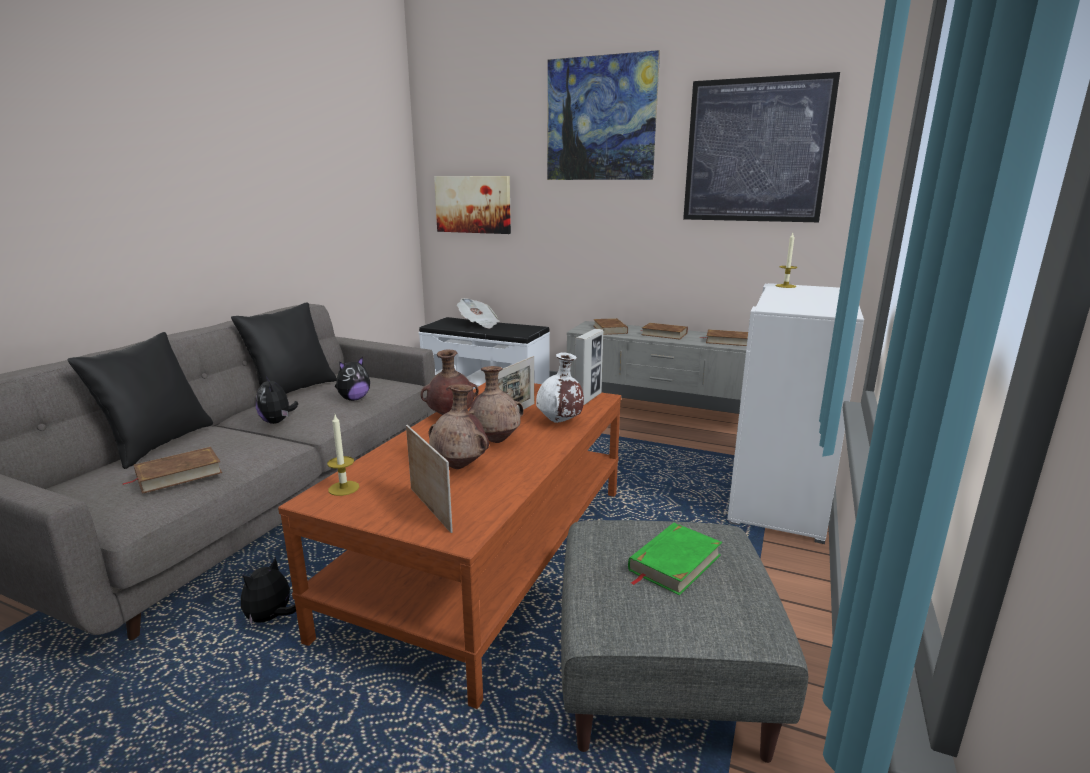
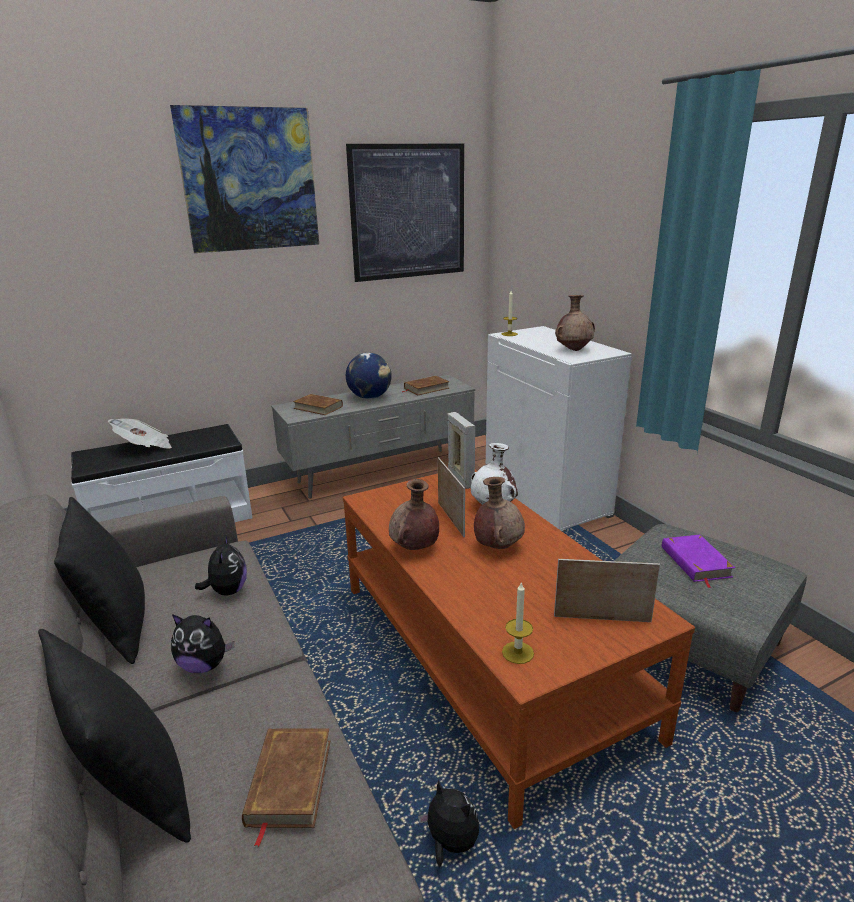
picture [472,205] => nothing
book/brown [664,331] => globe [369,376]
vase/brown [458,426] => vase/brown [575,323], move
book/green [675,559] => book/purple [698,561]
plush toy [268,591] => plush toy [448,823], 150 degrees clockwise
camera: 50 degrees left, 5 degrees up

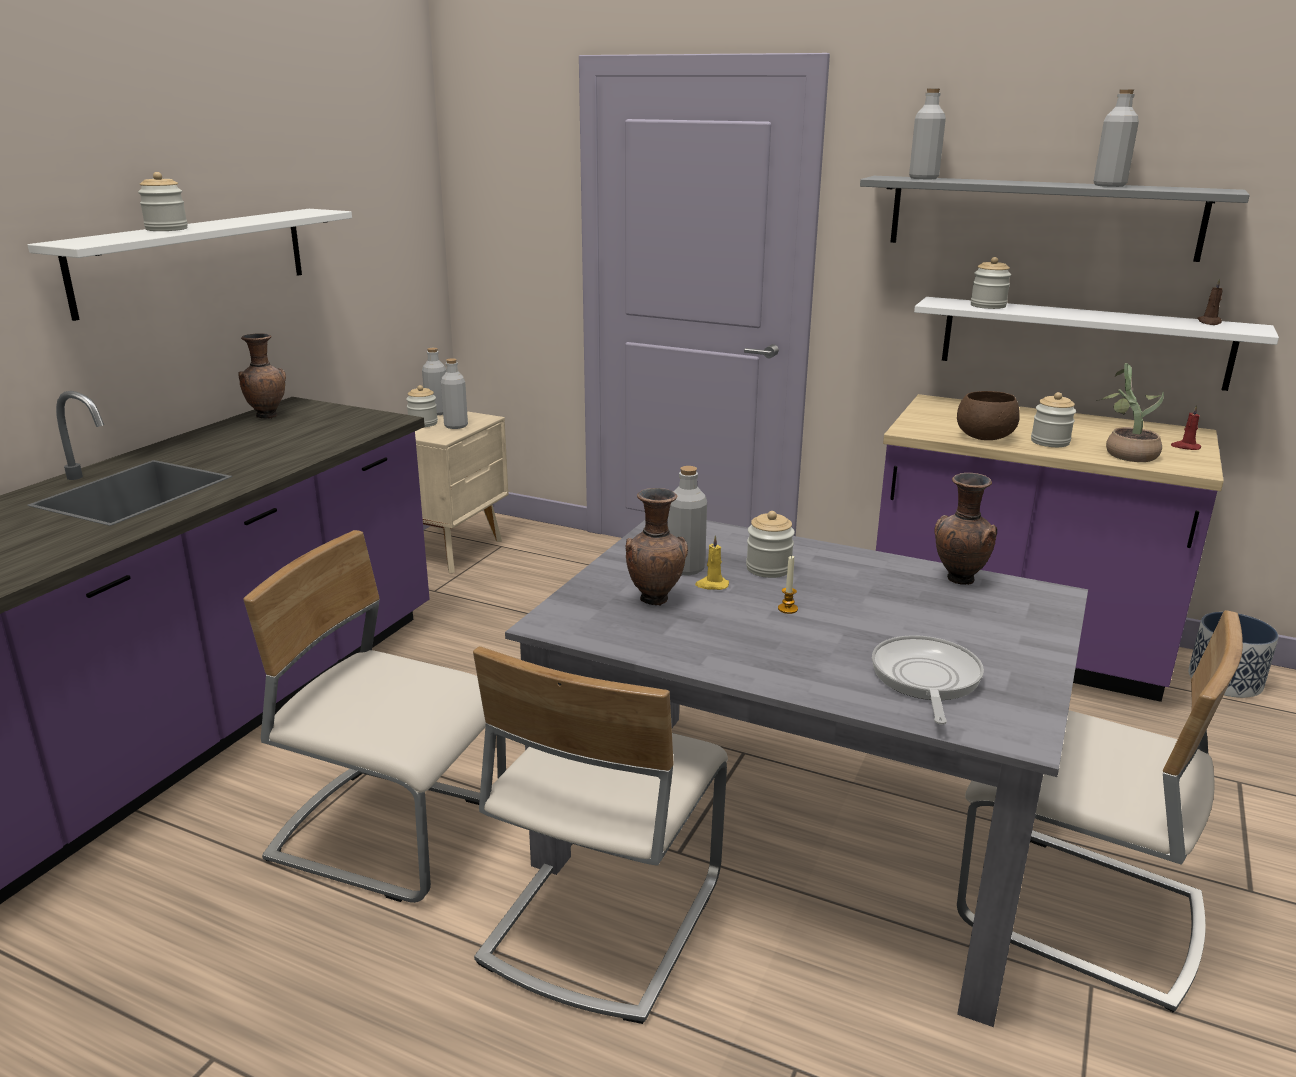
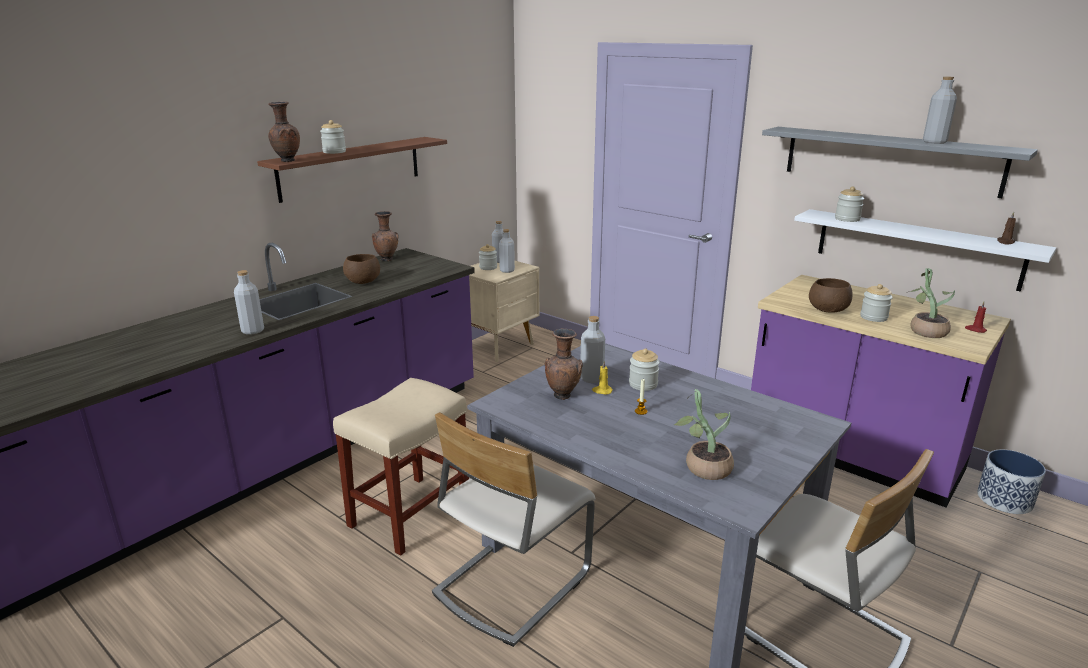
bottle/grey [927,134] => bottle/grey [249,302], move
shelf/white [190,265] => shelf/brown [352,170]
vase/brown [965,529] => vase/brown [284,132], move
chair/beige [374,716] => stool/beige [401,467]
frying pan [928,679] => potted plant [704,434]
nothing => bowl/brown [361,269]
camera: 15 degrees right, 0 degrees up

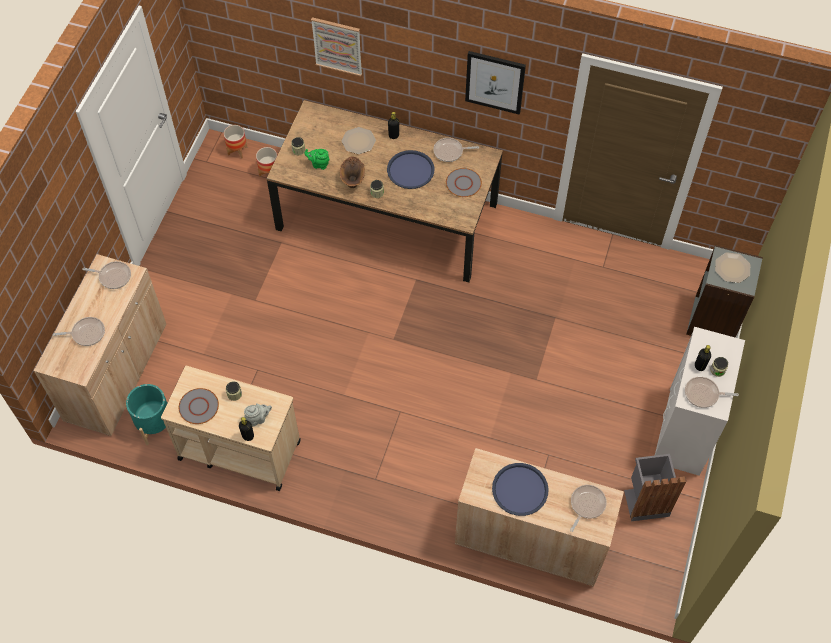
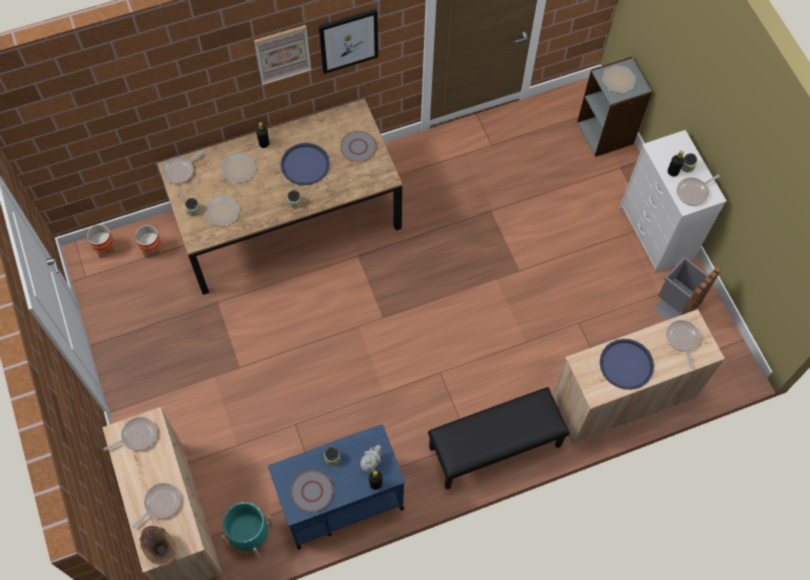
picture [336,46] => picture [283,55], move
frying pan [456,150] => frying pan [183,167], move
teapot/green [317,159] => plate [222,211]
vase/brown [352,172] => vase/brown [158,546], move
cart/beige [231,428] => cart/blue [336,487]
nothing => bench/black [499,438]
camera: 40 degrees left, 5 degrees up

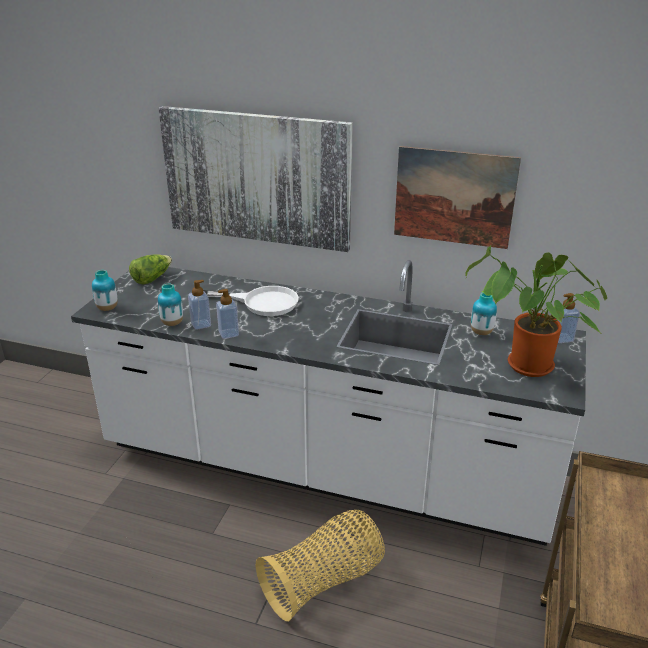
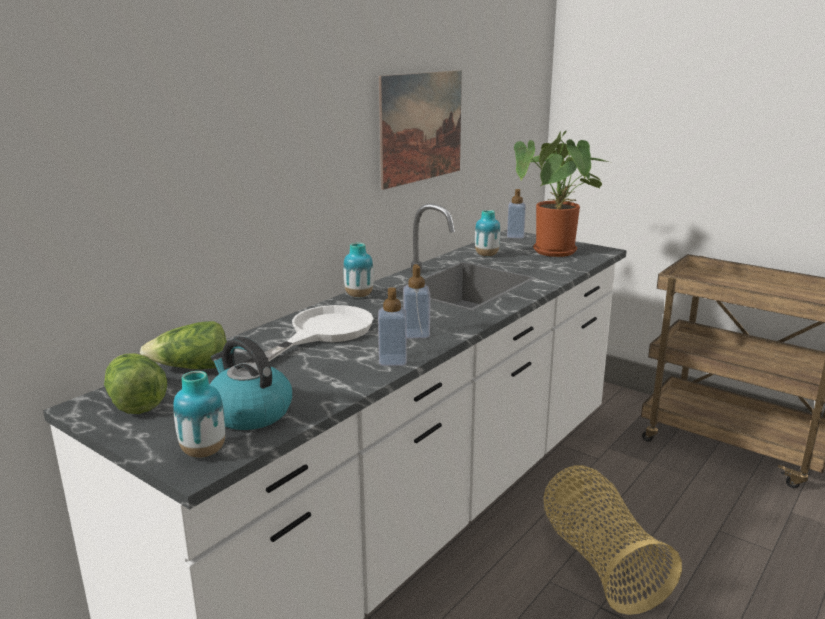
picture [255,179] => nothing
soap dispenser [199,305] => soap dispenser [416,301], move
vase [170,305] => vase [358,270], move
nothing => lettuce [183,345]
nothing => kettle [251,383]
camera: 70 degrees left, 10 degrees down

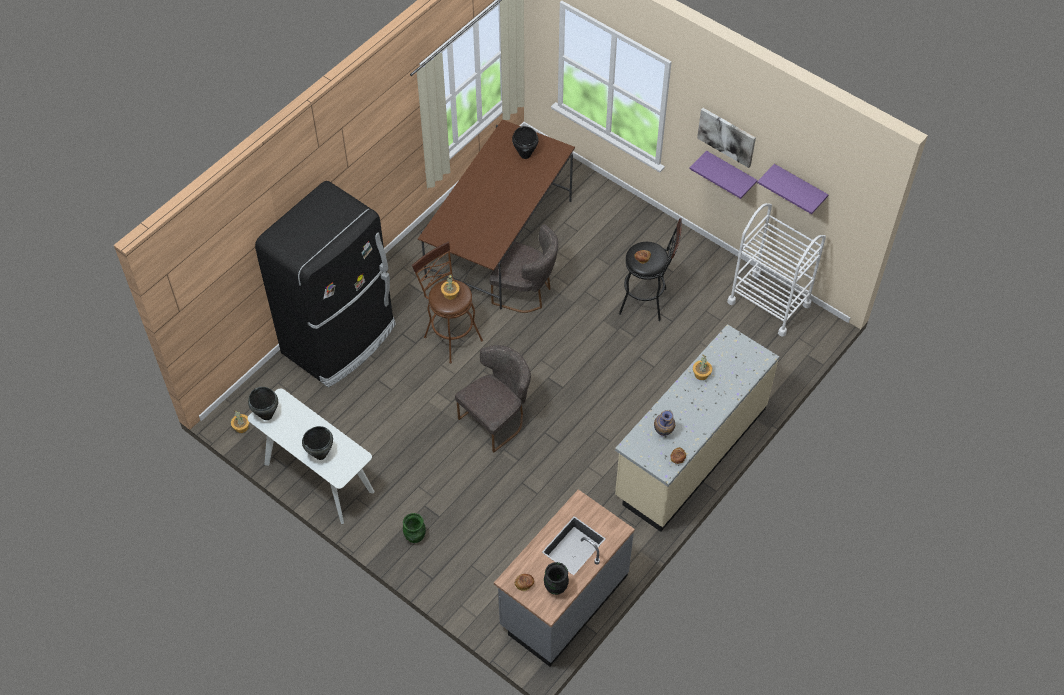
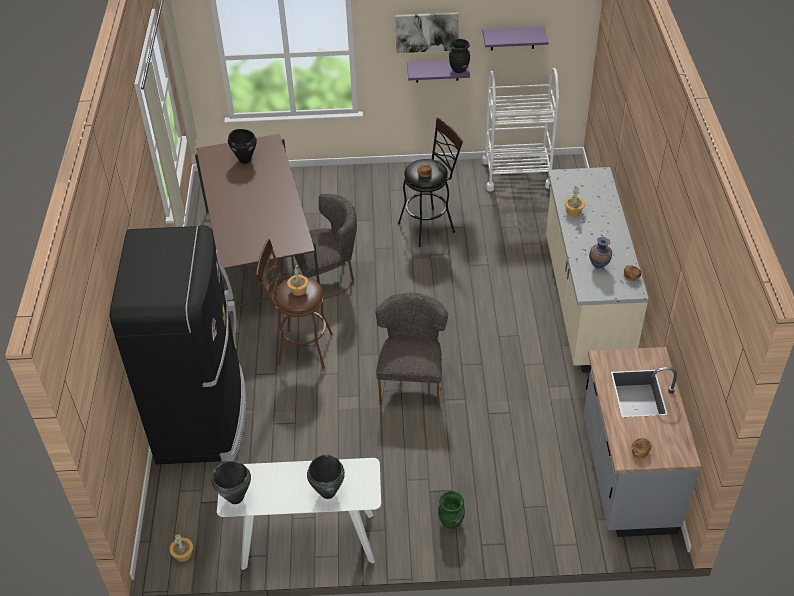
vase/black [556,578] => vase/black [459,56], move
camera: 40 degrees left, 10 degrees down

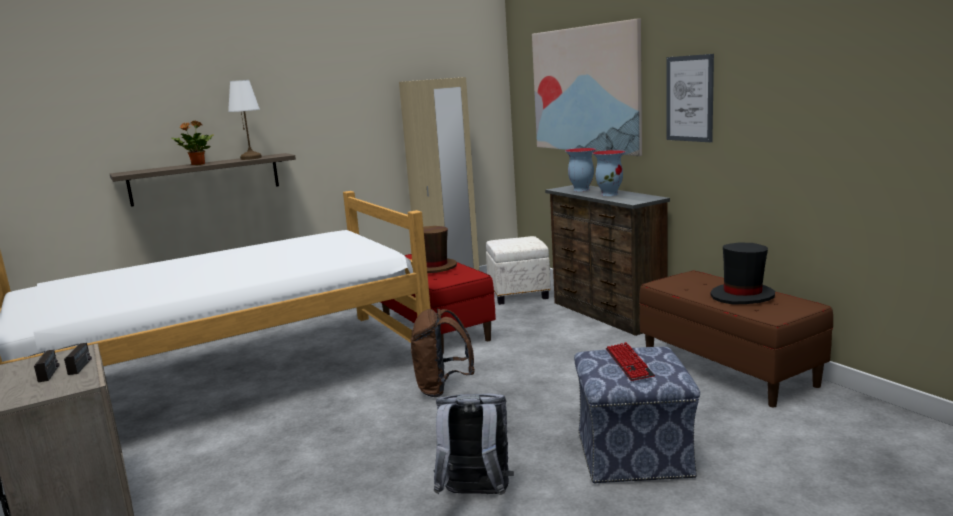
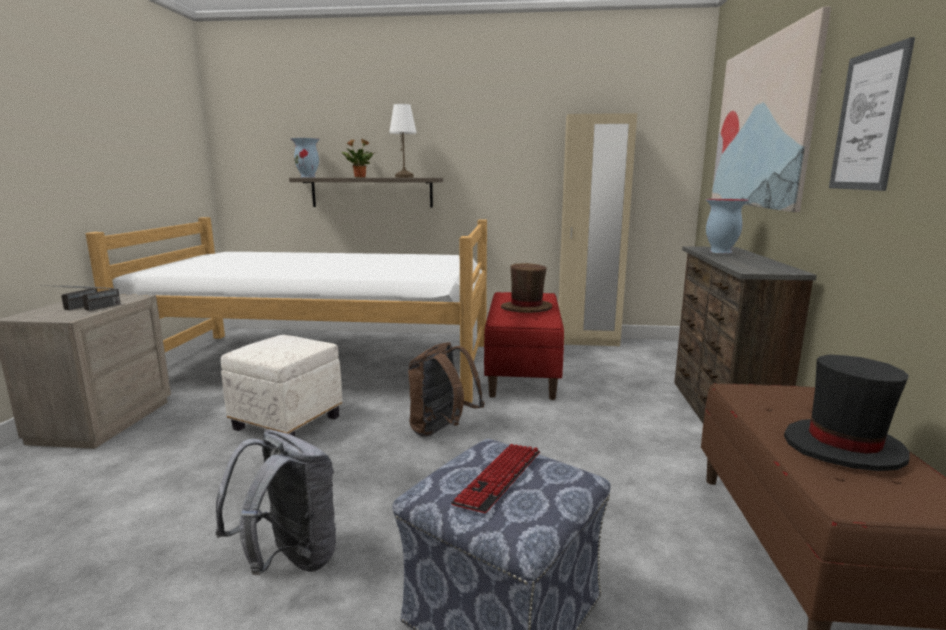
vase [608,173] => vase [305,158], move
ottoman/white [518,270] => ottoman/white [281,386], move
camera: 35 degrees right, 0 degrees up

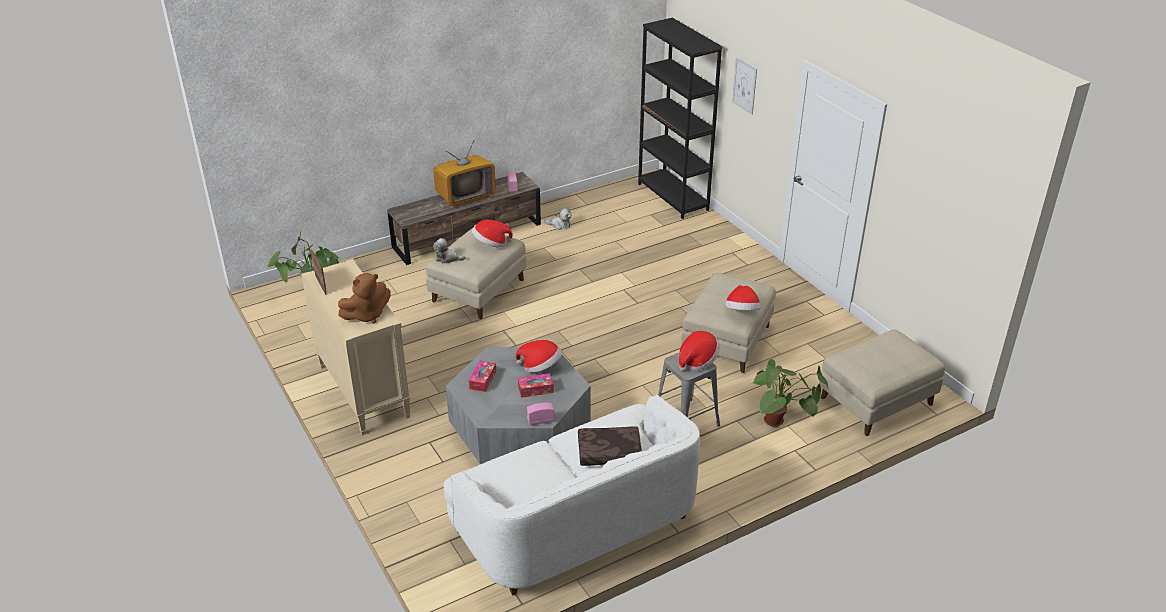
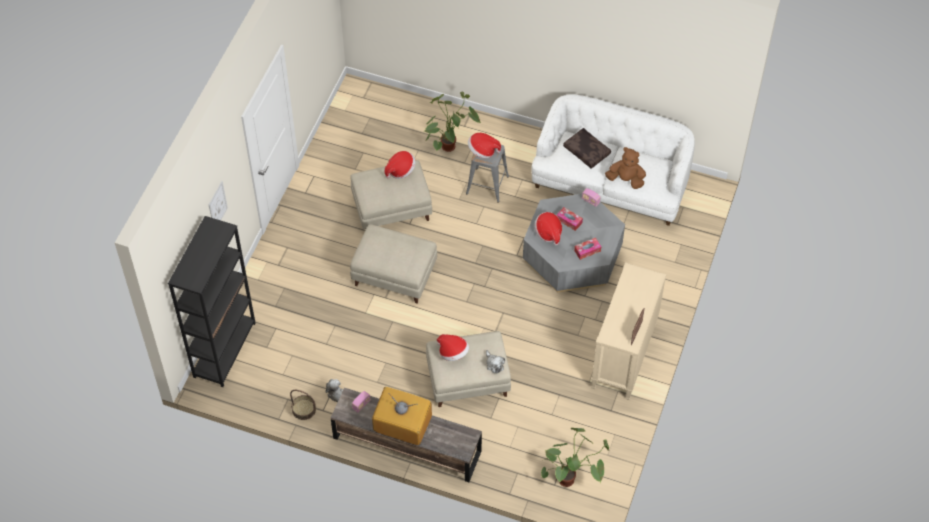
plush toy/brown [364,298] => plush toy/brown [625,168], move
ottoman/beige [882,382] => ottoman/beige [393,264], move
nothing => basket [303,405]
camera: 130 degrees left, 20 degrees up

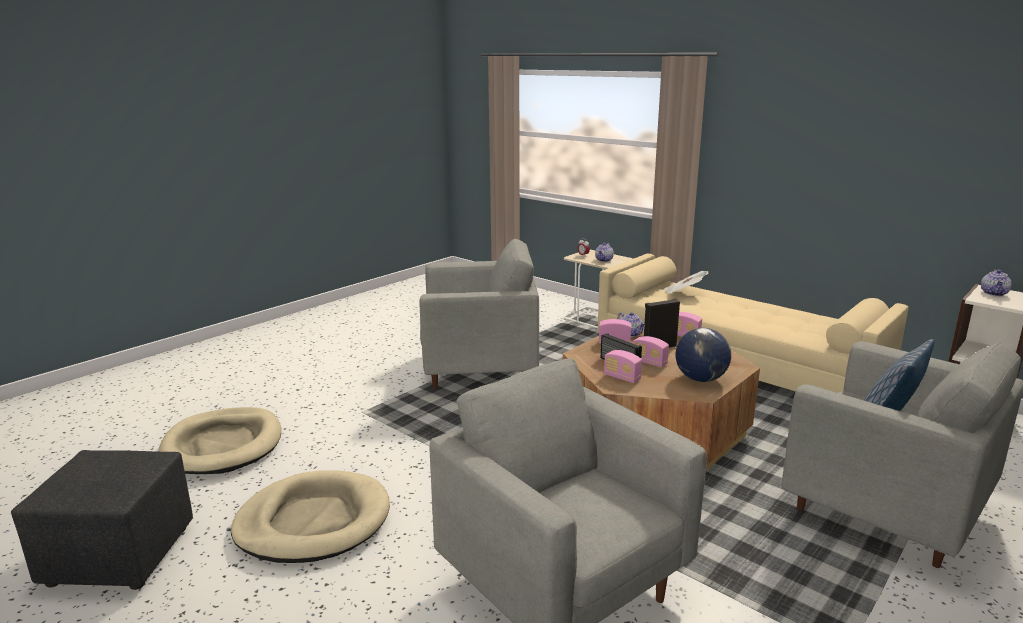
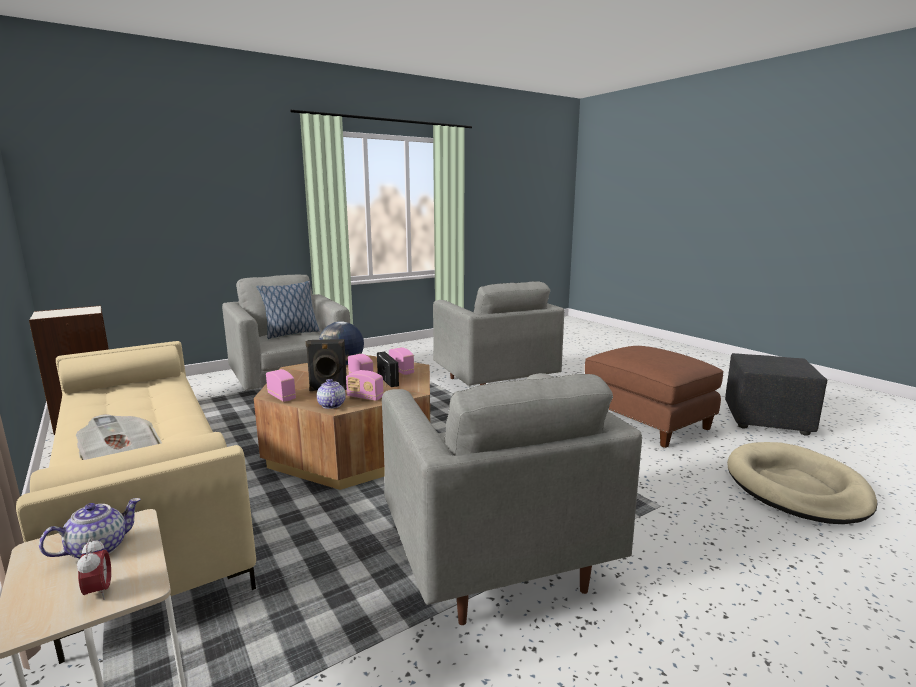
armchair/grey [479,314] => armchair/grey [512,499], 120 degrees counterclockwise
teapot [996,283] => nothing
dog bed/beige [310,516] => ottoman/brown [654,397]
camera: 165 degrees left, 5 degrees down

